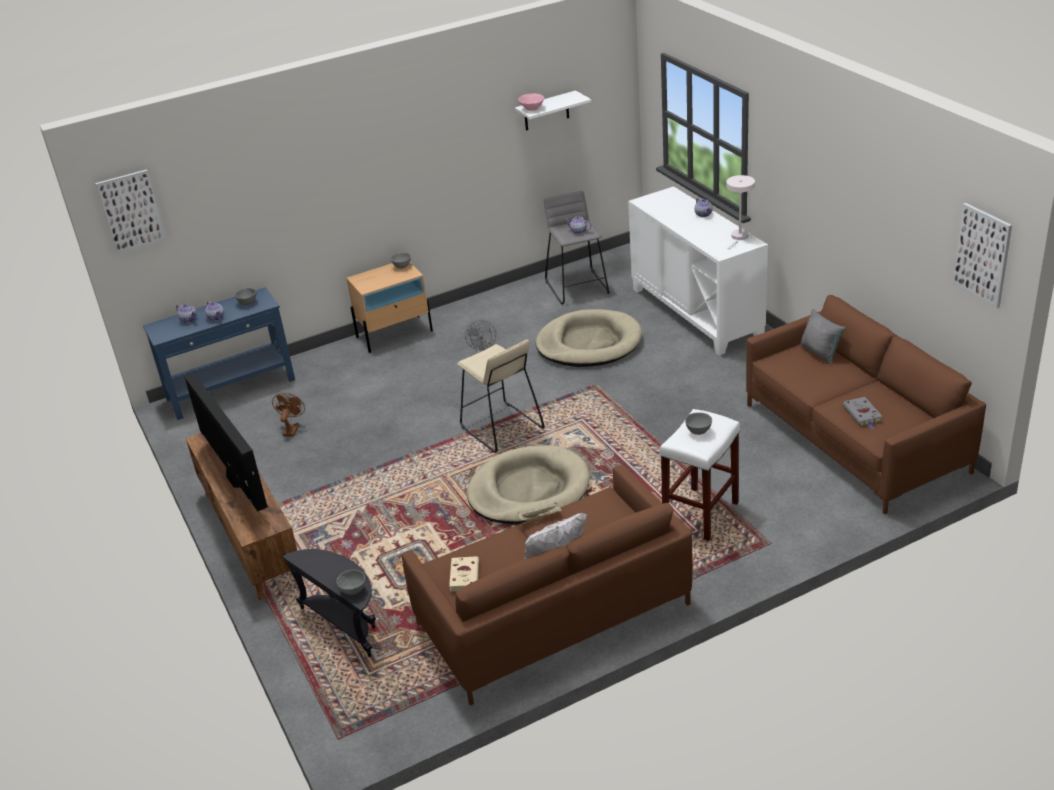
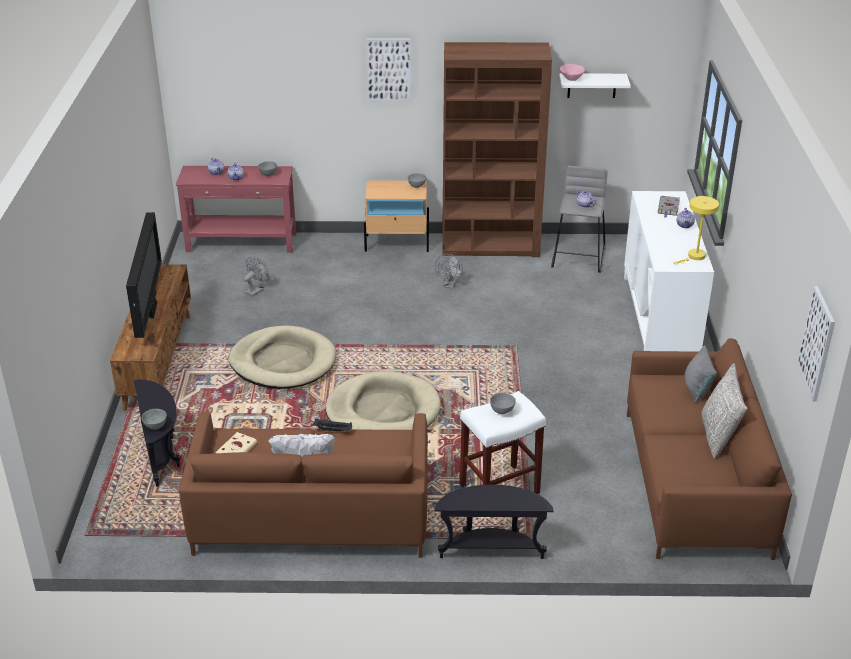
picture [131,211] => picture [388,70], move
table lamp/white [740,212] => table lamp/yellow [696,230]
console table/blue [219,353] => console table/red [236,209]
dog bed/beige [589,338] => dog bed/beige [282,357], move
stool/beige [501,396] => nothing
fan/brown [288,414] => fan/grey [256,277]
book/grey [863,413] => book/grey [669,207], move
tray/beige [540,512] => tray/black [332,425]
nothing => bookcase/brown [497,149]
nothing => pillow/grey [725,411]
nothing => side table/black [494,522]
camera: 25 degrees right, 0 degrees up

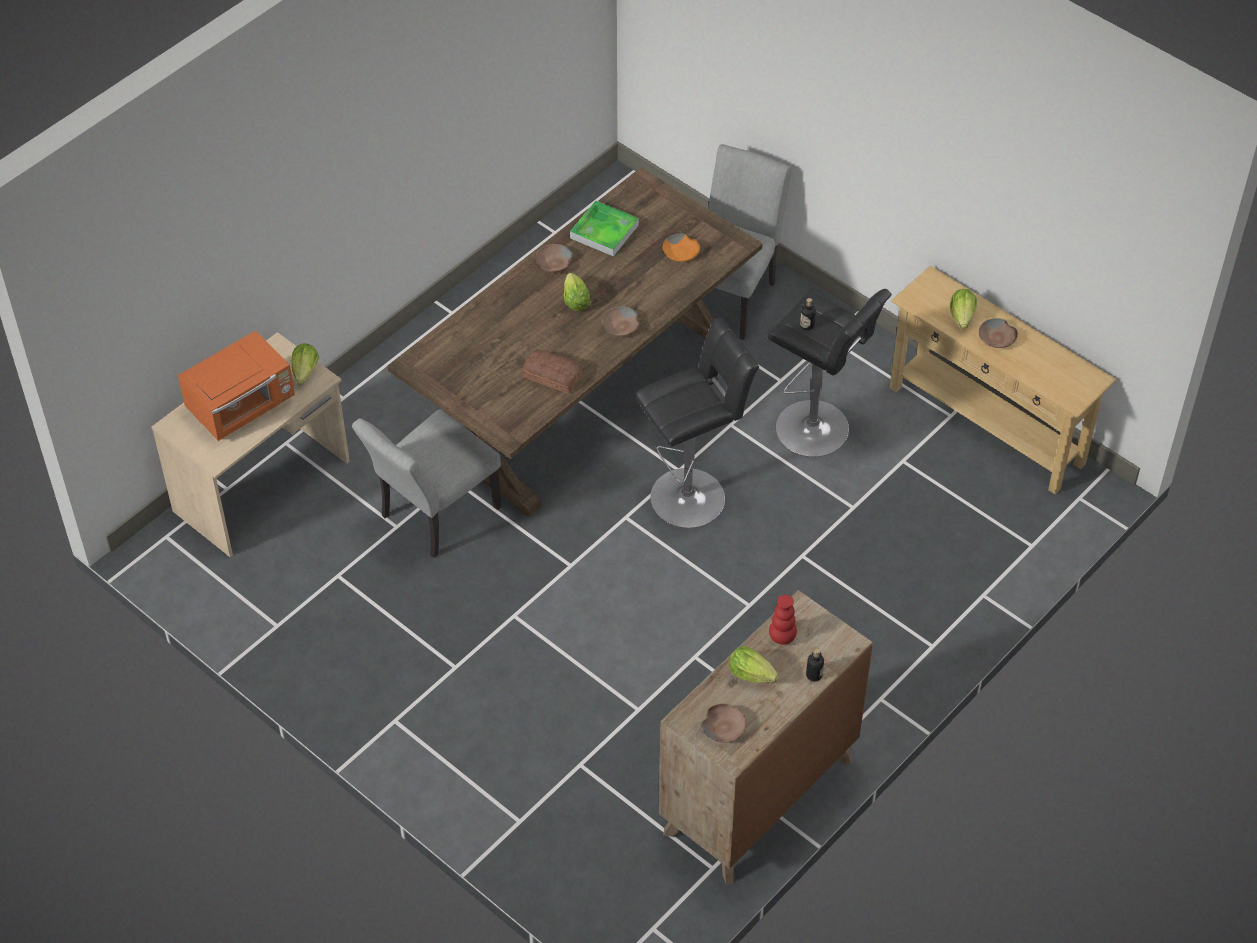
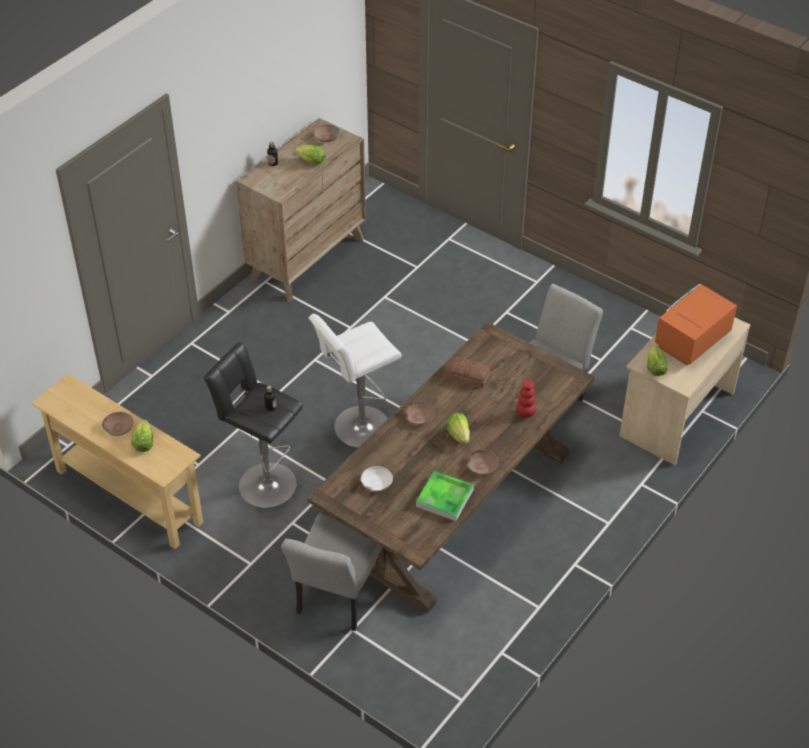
bowl/orange [681,247] => bowl/white [377,479]
stool/black [697,423] => stool/white [355,381]
vase/red [783,620] => vase/red [526,399], move
camera: 175 degrees right, 5 degrees down

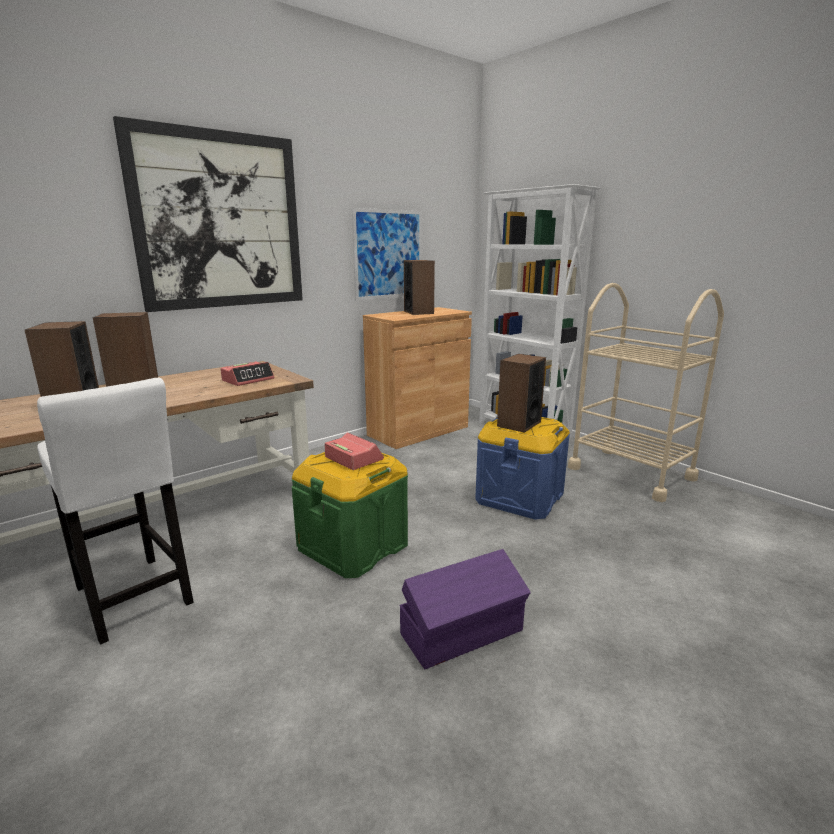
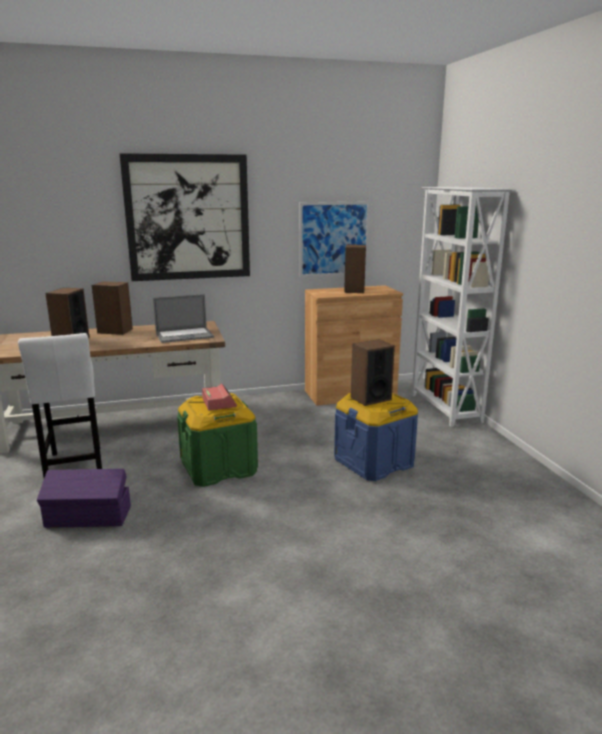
cart/beige [646,392] => nothing
alarm clock [247,374] => laptop [183,318]
storage box/purple [465,609] => storage box/purple [84,498], move
camera: 25 degrees right, 0 degrees up

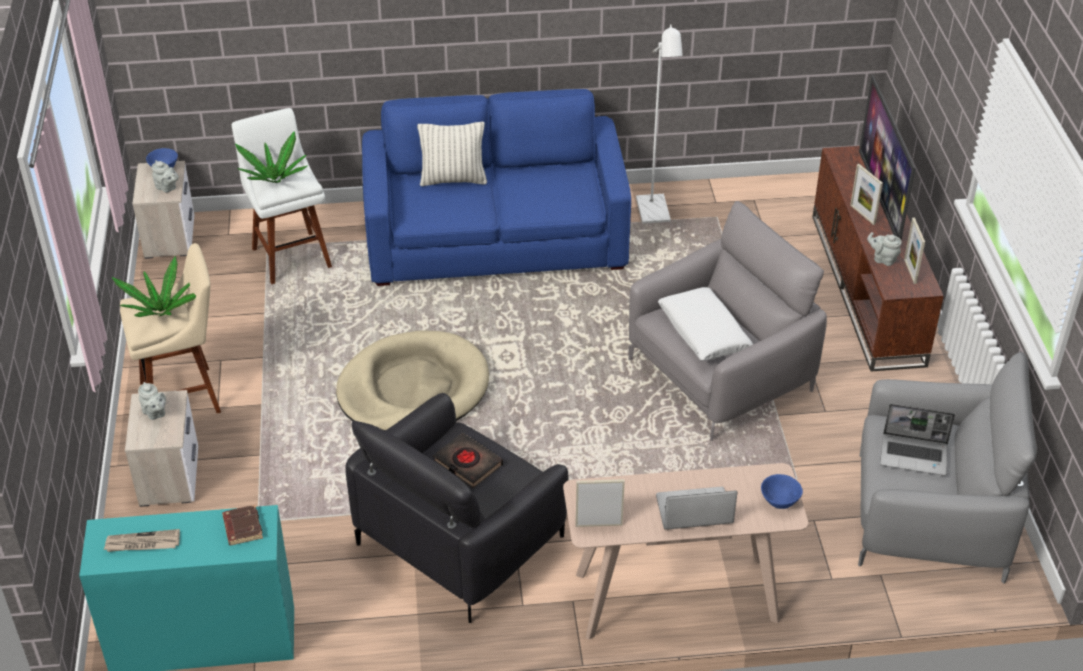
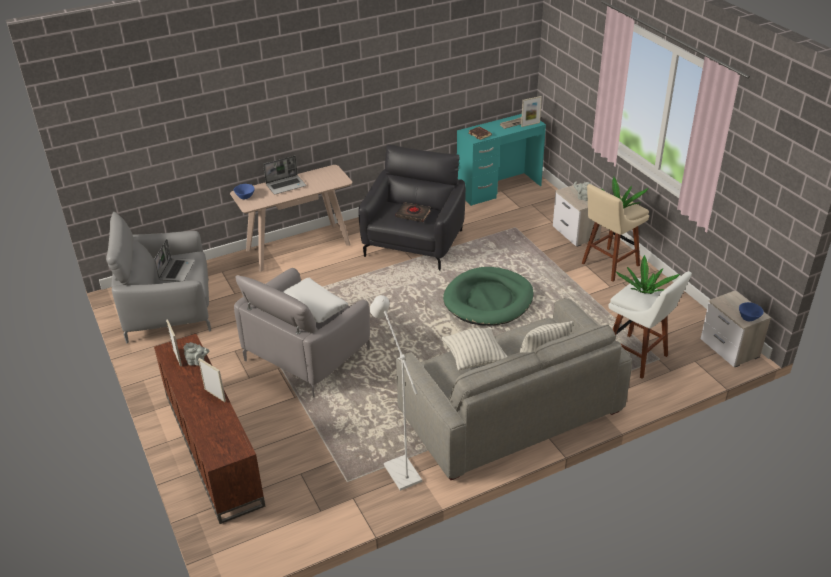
television [887,157] => nothing
sofa/blue [496,187] => sofa/grey [514,389]
teapot/grey [165,176] => nothing
dog bed/beige [412,380] => dog bed/green [488,296]
laptop [917,440] => laptop [174,260], 105 degrees clockwise
picture frame [600,503] => picture frame [531,111], move
nothing => pillow [475,348]
camera: 160 degrees right, 5 degrees down

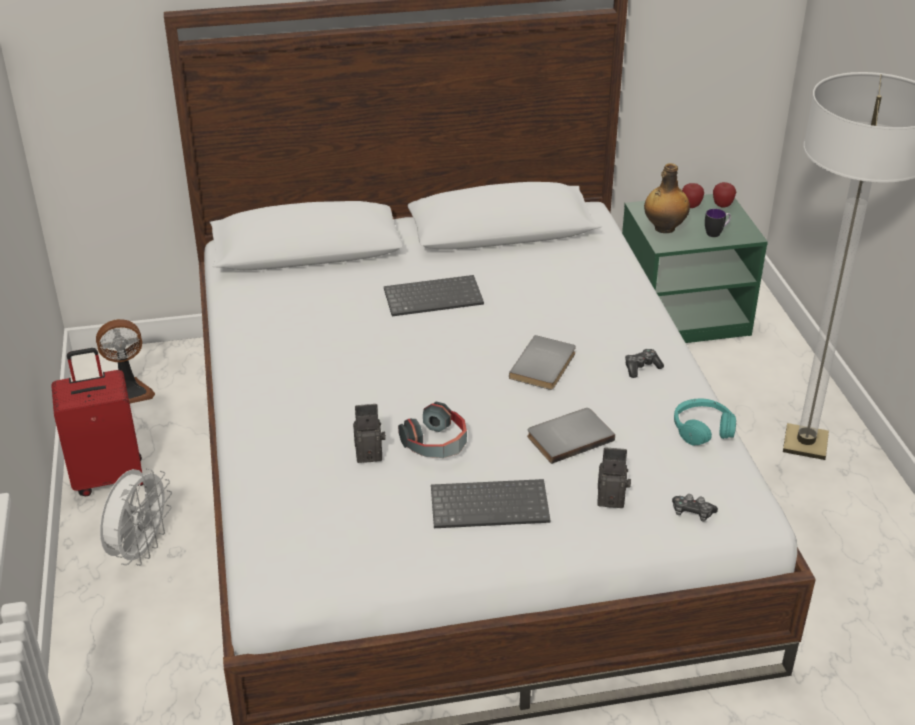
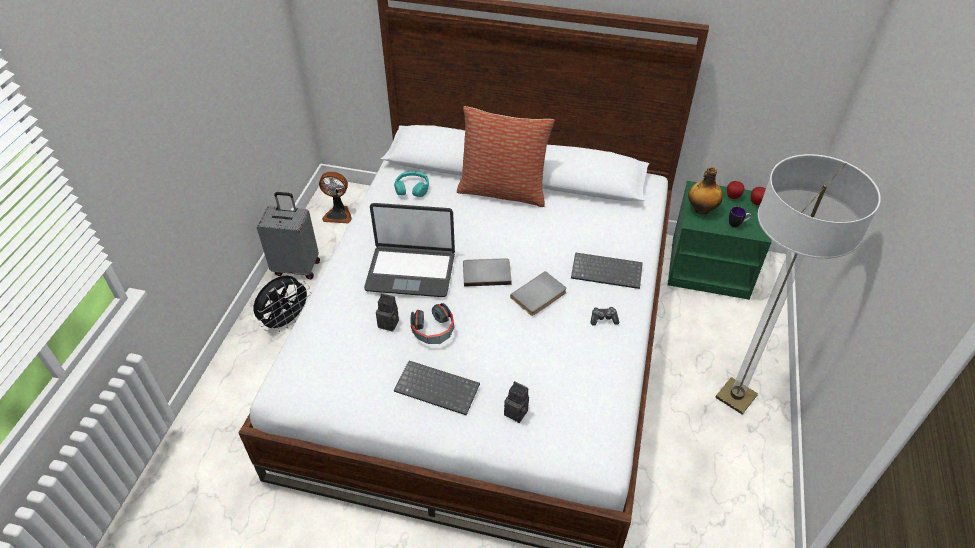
keyboard [434,295] => keyboard [607,270], move
suitcase/red [97,422] => suitcase/grey [288,235]
headphones/turquoise [705,422] => headphones/turquoise [411,184], move
book/grey [571,436] => book/grey [487,272], move
fan/white [136,517] => fan/black [282,303]
game controller [695,508] => nothing
nothing => pillow [506,156]
nothing => laptop [409,250]
camera: 25 degrees right, 10 degrees up

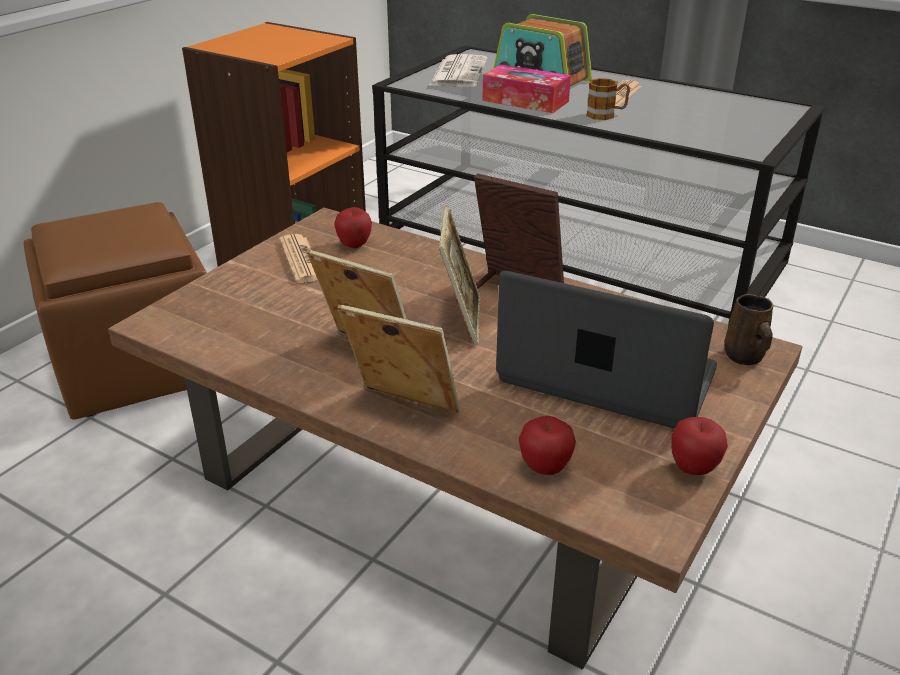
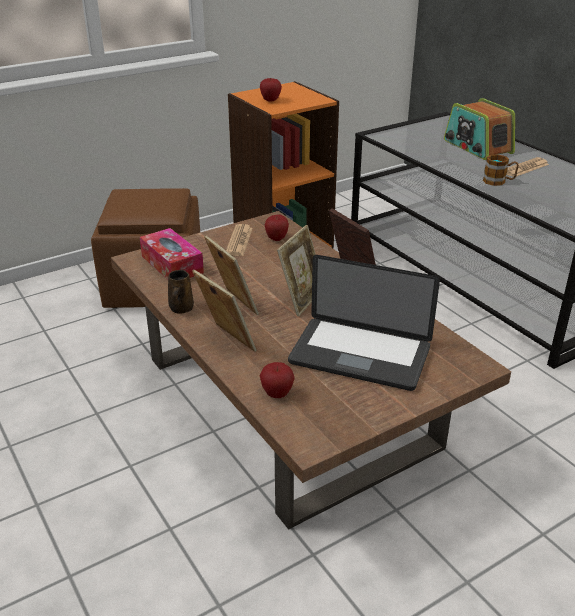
newspaper [458,70] => nothing
tissue box [526,88] => tissue box [172,253], move
laptop [606,350] => laptop [364,323], 150 degrees clockwise
mug/brown [748,329] => mug/brown [181,292], move
apple [699,446] => apple [271,89], move
camera: 25 degrees right, 0 degrees up

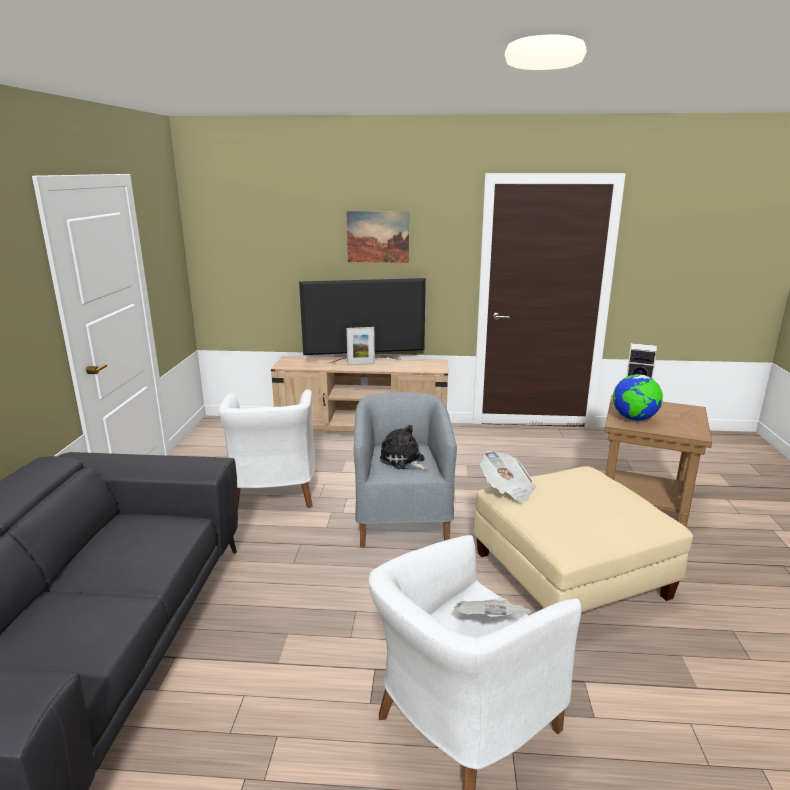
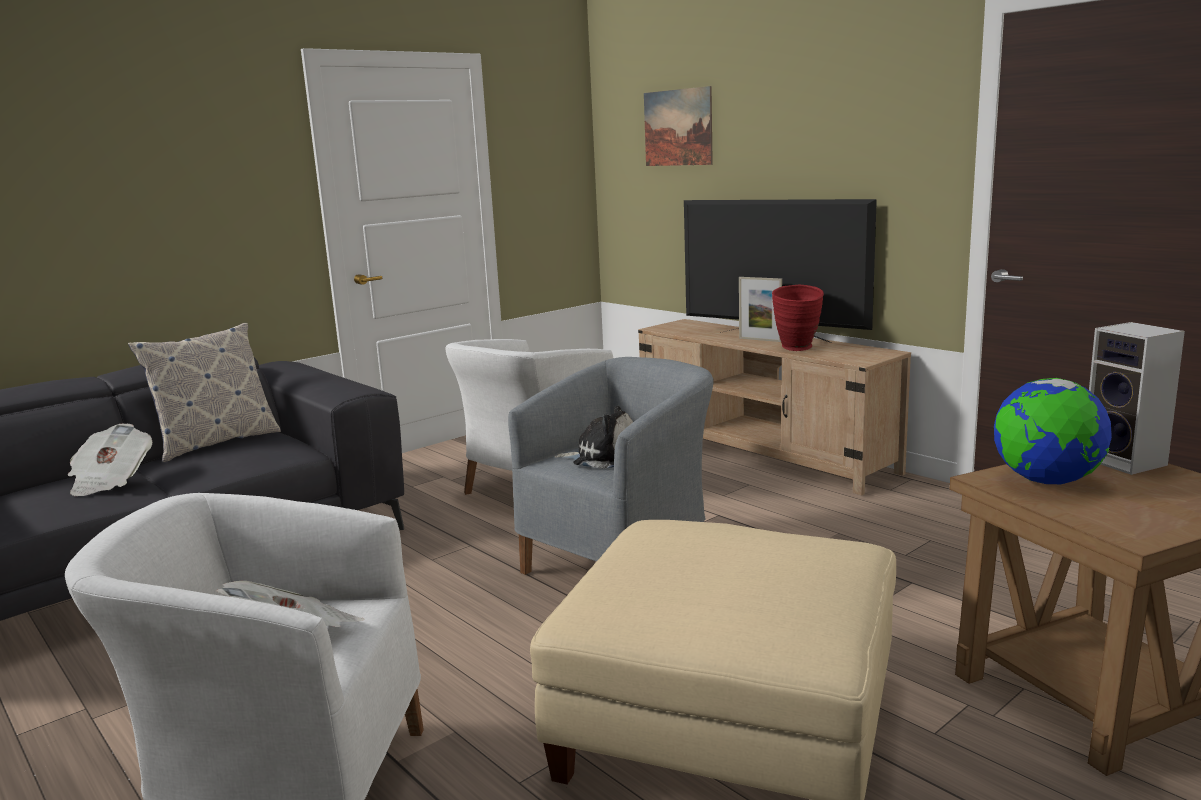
picture [377,237] => picture [678,126], move
plush toy [404,447] => plush toy [594,437], 105 degrees clockwise
newspaper [508,476] => newspaper [110,460], move
nothing => vase/red [798,318]
nothing => pillow [204,392]
camera: 45 degrees right, 5 degrees down

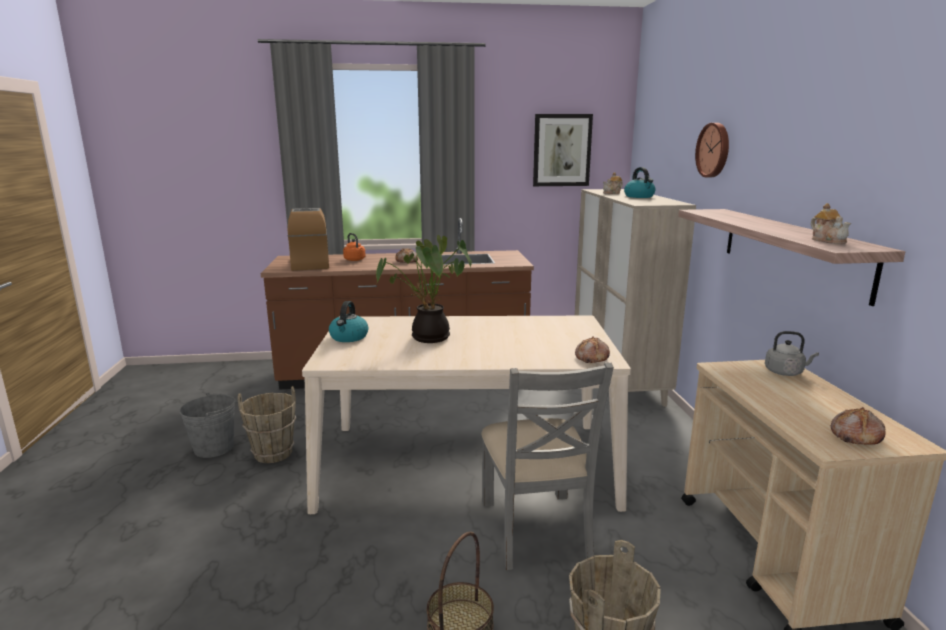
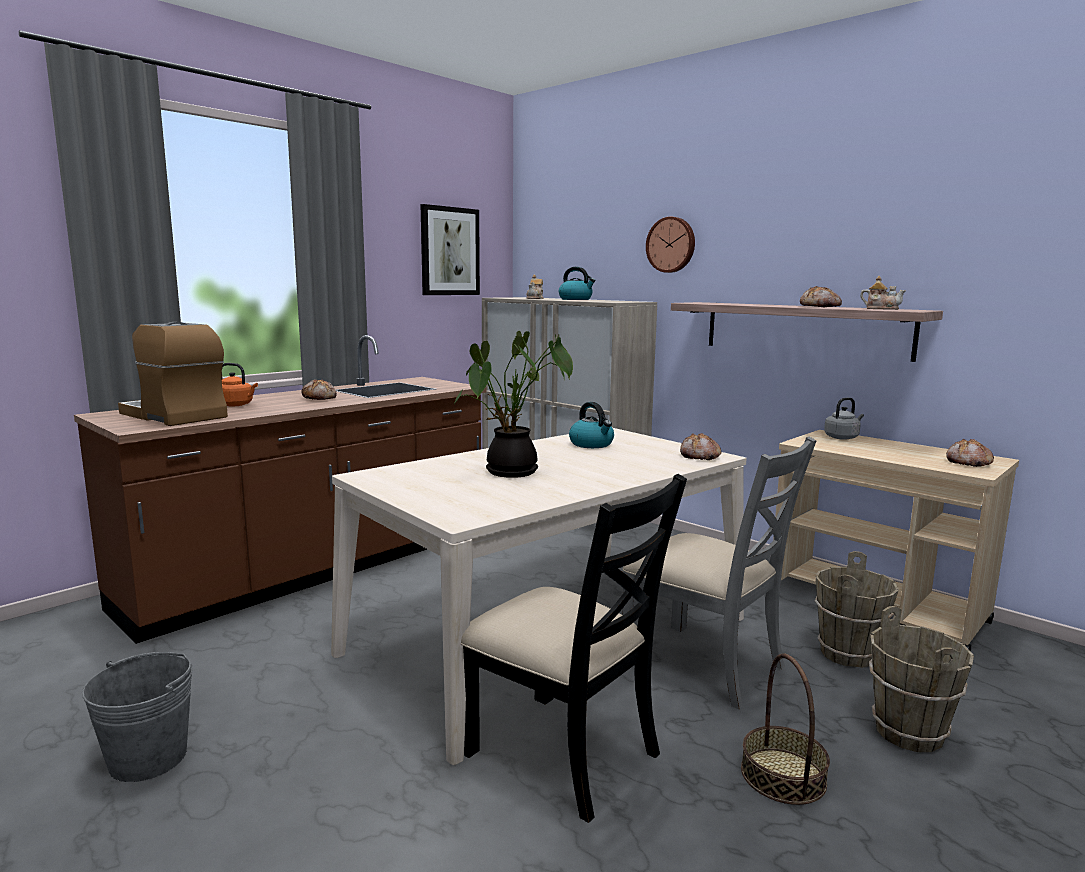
kettle [348,321] => kettle [591,425], move
bucket/brown [267,424] => bucket/brown [857,609], move
nothing => bread [821,297]
nothing => chair/black [574,648]
camera: 40 degrees left, 5 degrees down

